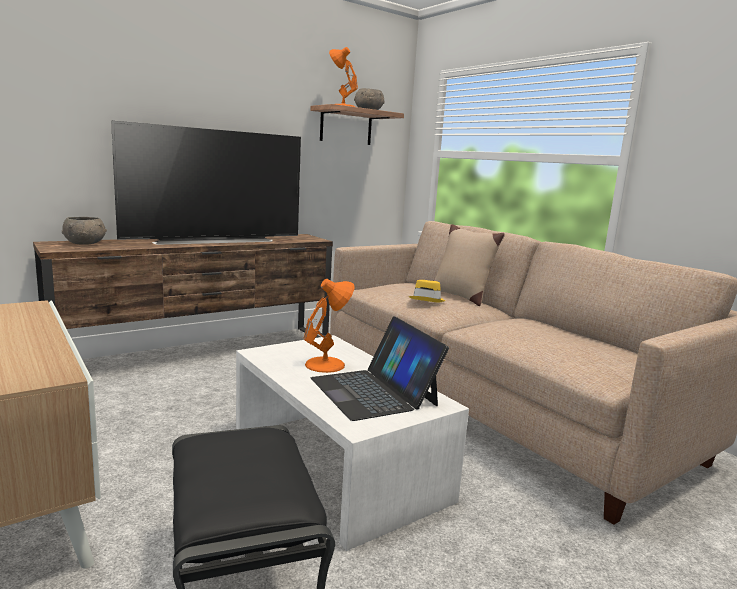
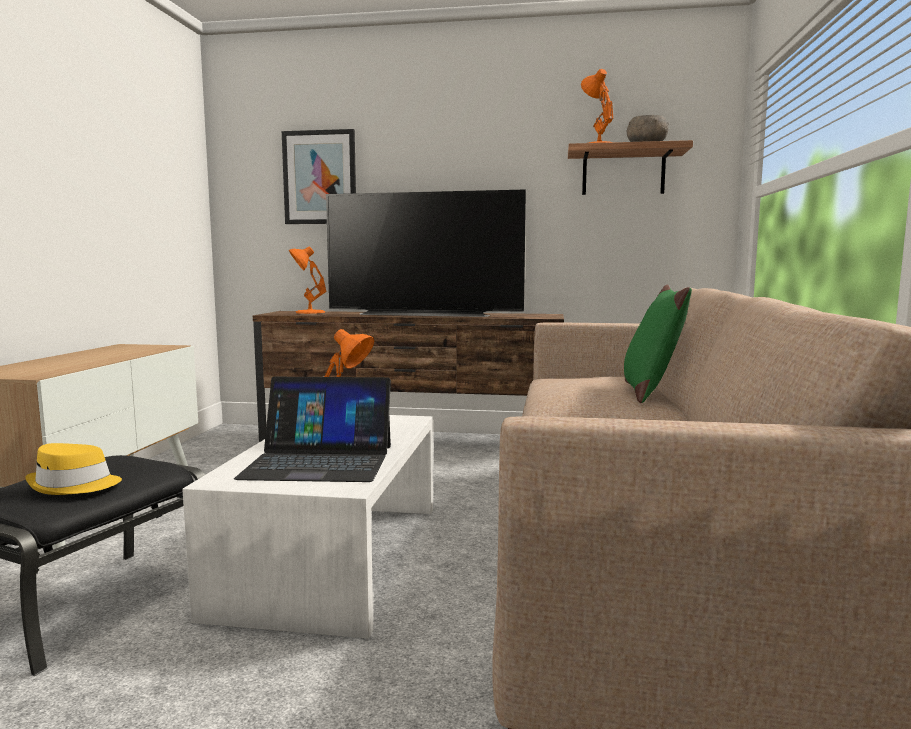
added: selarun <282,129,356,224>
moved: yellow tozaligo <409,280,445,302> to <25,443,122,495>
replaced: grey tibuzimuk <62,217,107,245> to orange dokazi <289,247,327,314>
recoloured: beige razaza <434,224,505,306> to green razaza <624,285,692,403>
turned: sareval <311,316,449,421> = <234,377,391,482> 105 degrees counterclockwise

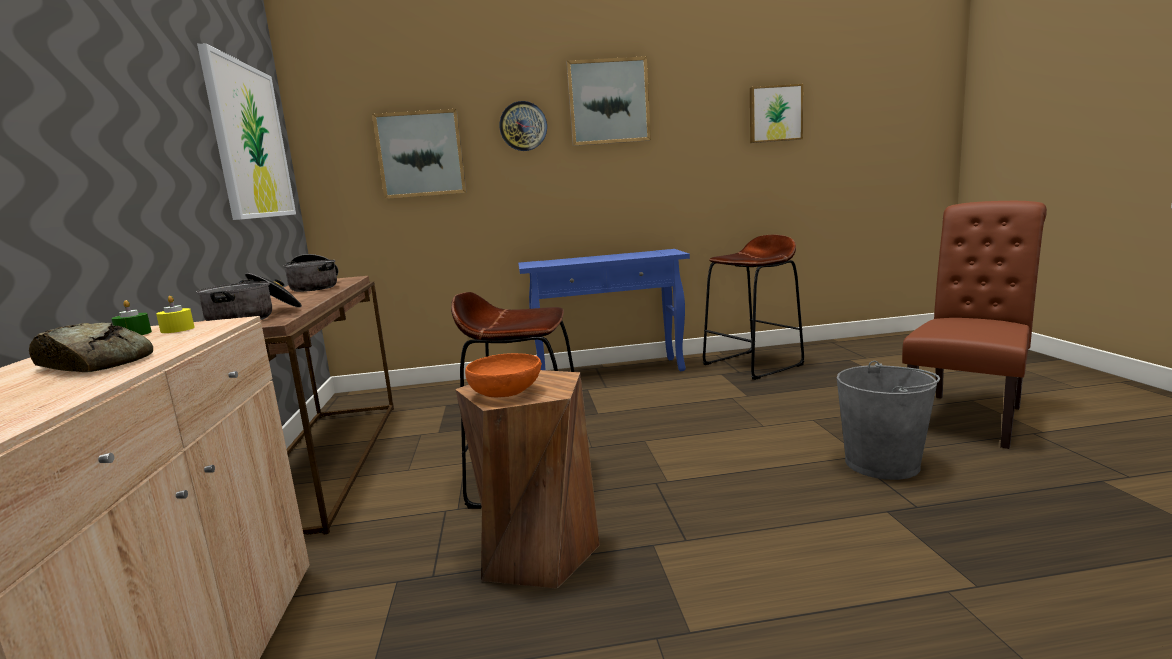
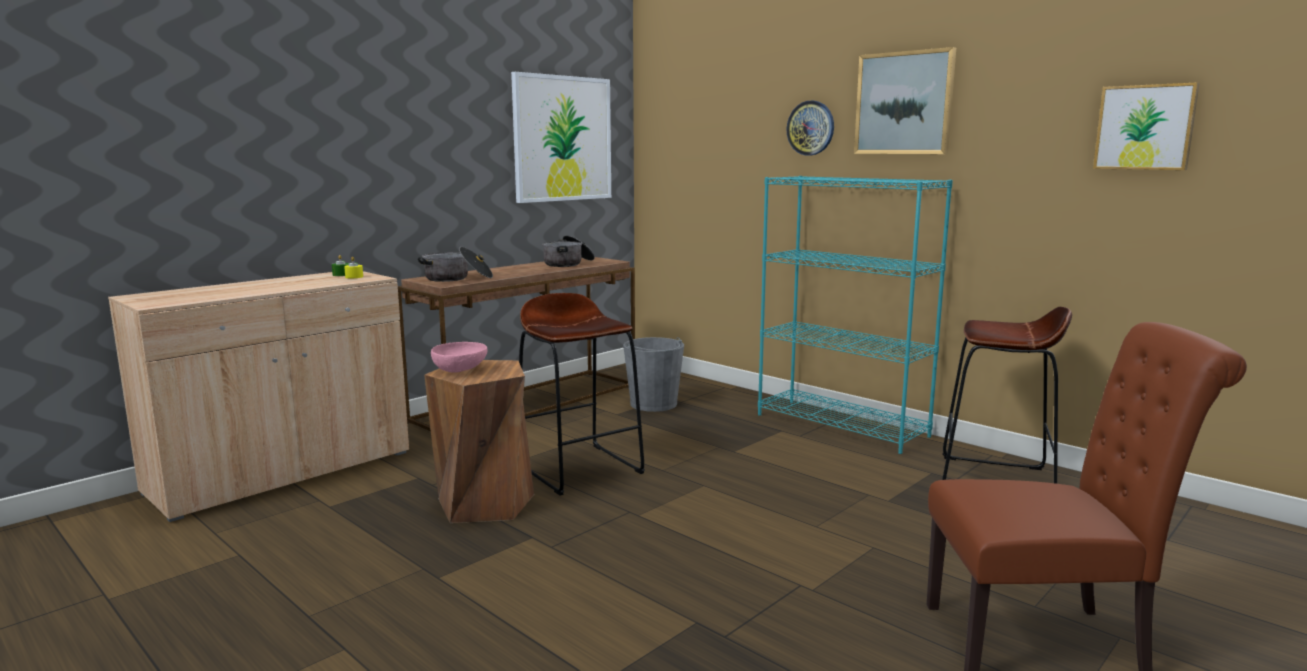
removed: selarun <372,109,467,199>; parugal <29,323,153,372>
moved: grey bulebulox <837,361,940,480> to <623,337,684,412>
replaced: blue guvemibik <518,249,690,371> to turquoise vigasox <758,176,953,454>
recoloured: orange tibuzimuk <465,353,542,397> to pink tibuzimuk <431,342,488,373>

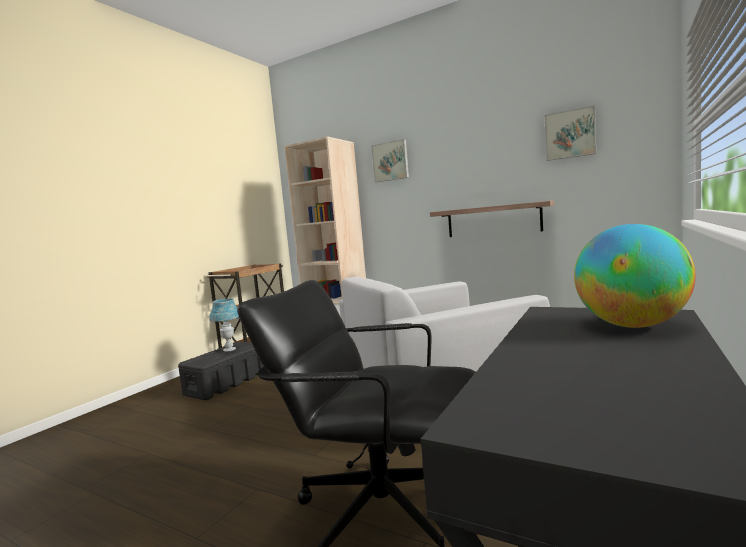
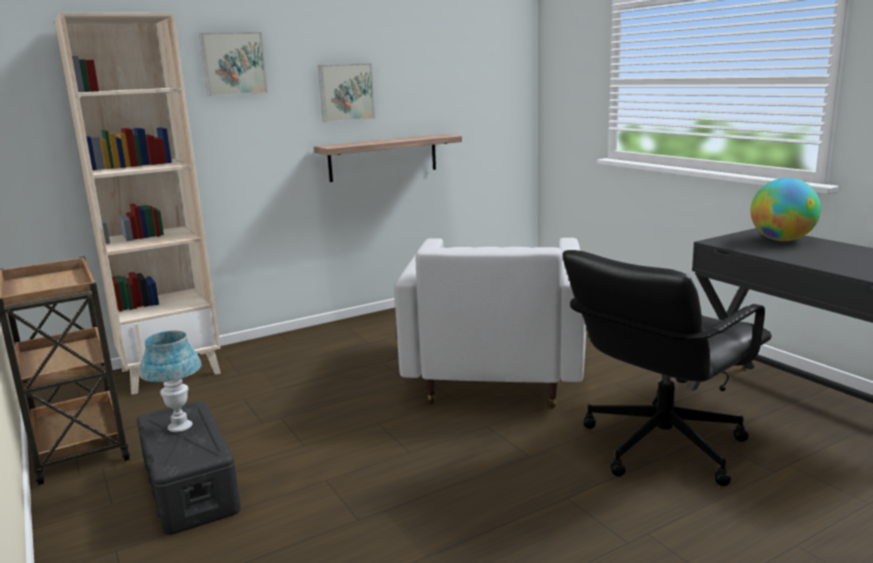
moved: selarun <545,105,596,161> to <318,63,375,122>

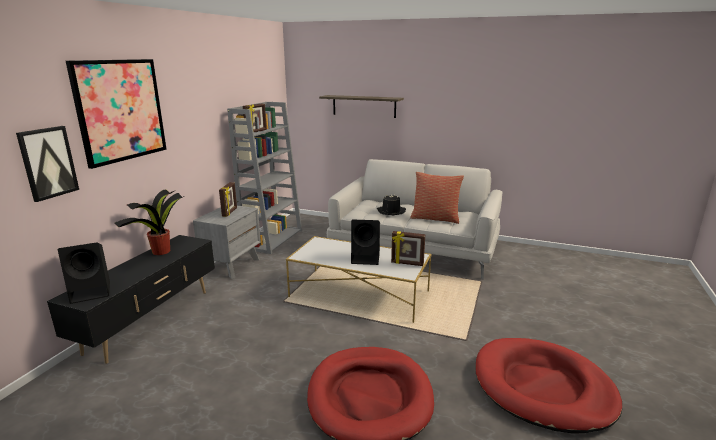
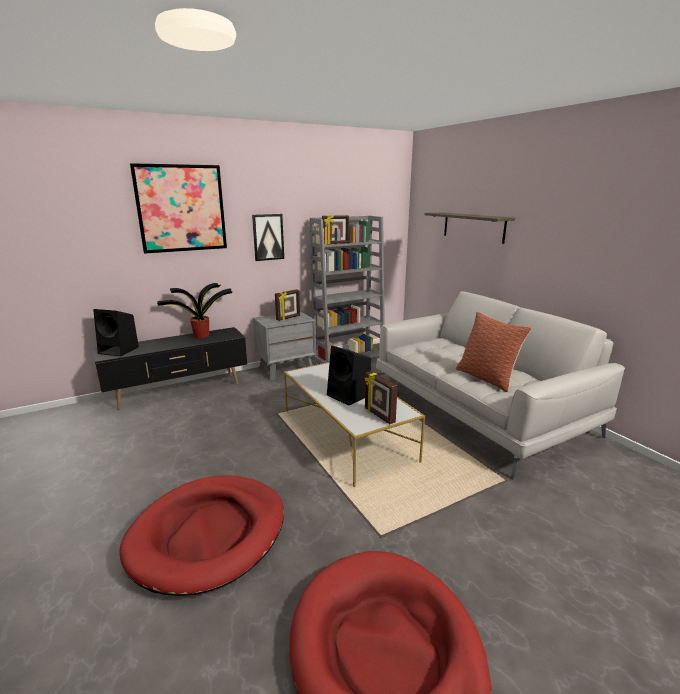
removed: black tozaligo <377,194,406,215>
moved: selarun <16,126,79,202> to <252,214,284,261>

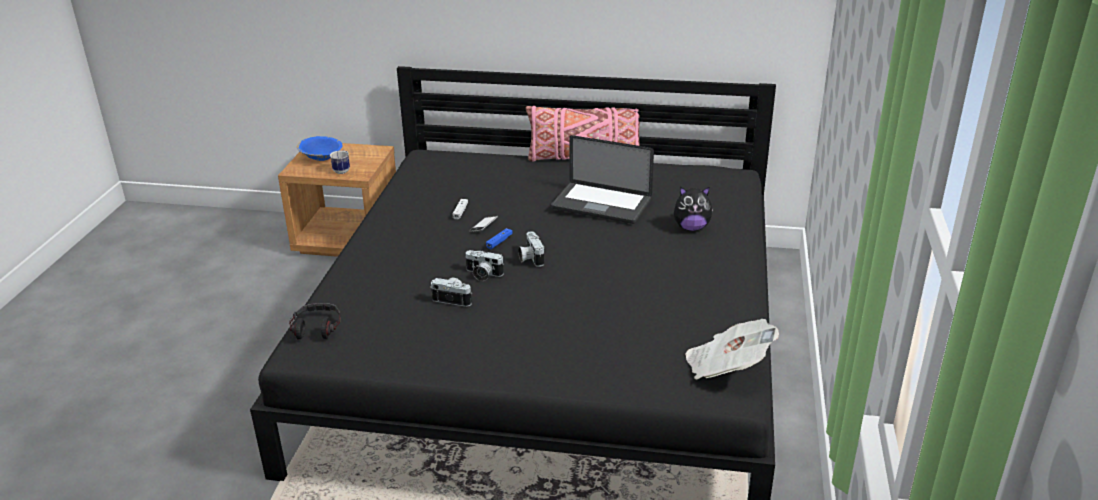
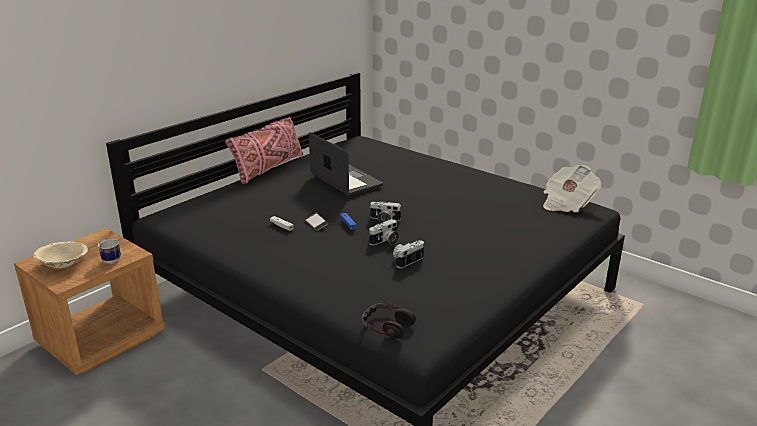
removed: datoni <674,187,714,231>
recoloured: blue tibuzimuk <297,136,343,161> to beige tibuzimuk <33,241,88,269>
turned: sareval <551,135,654,224> = <309,132,383,196> 90 degrees counterclockwise

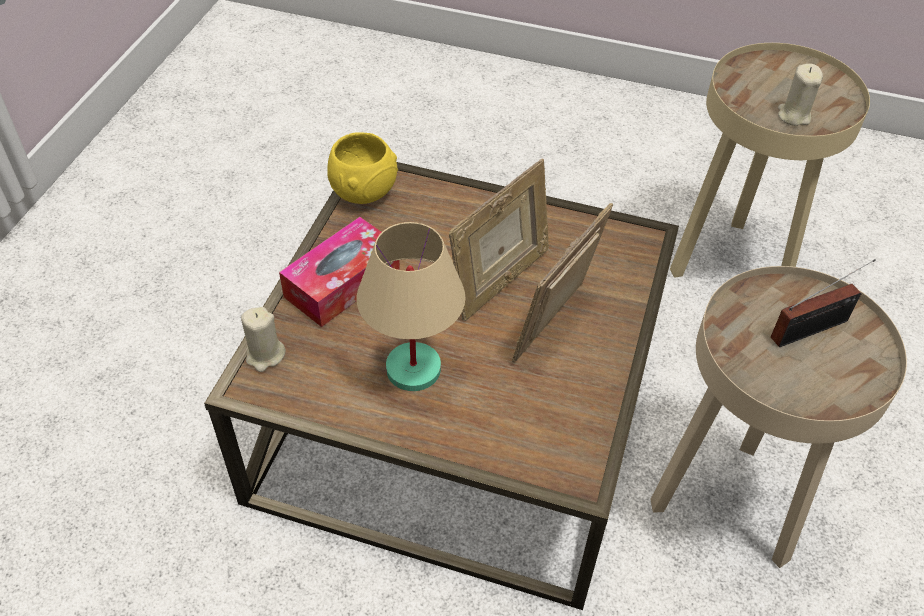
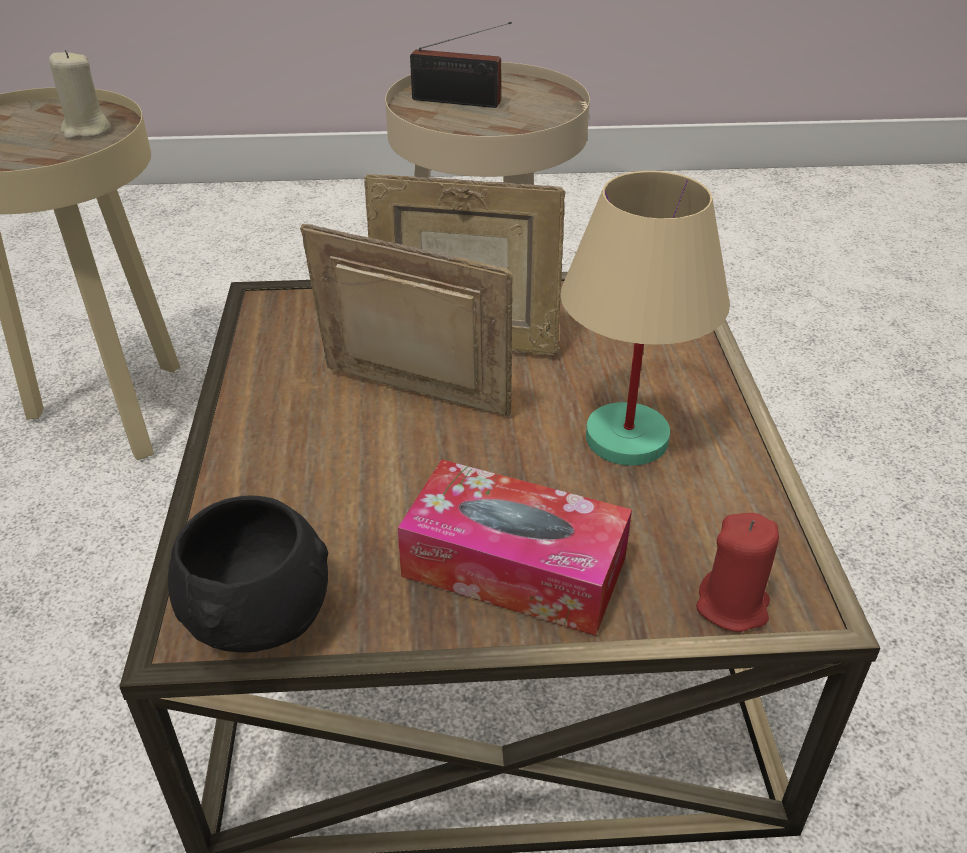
recoloured: yellow tibuzimuk <327,132,398,204> to black tibuzimuk <168,495,328,652>; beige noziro <241,307,286,372> to red noziro <696,513,779,632>
turned: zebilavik <771,259,876,347> = <410,22,512,108> 150 degrees clockwise

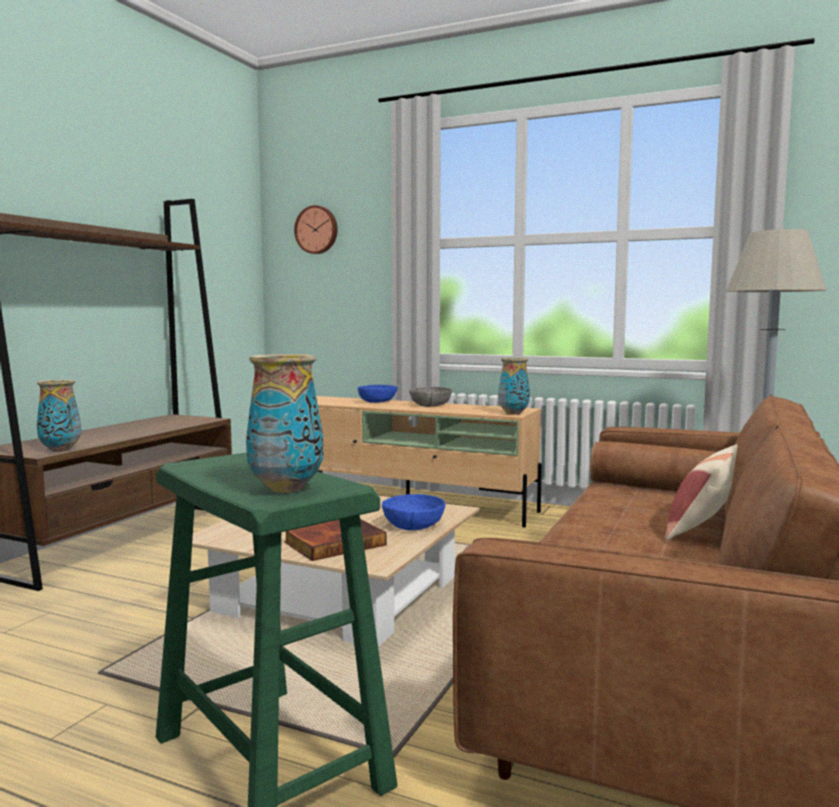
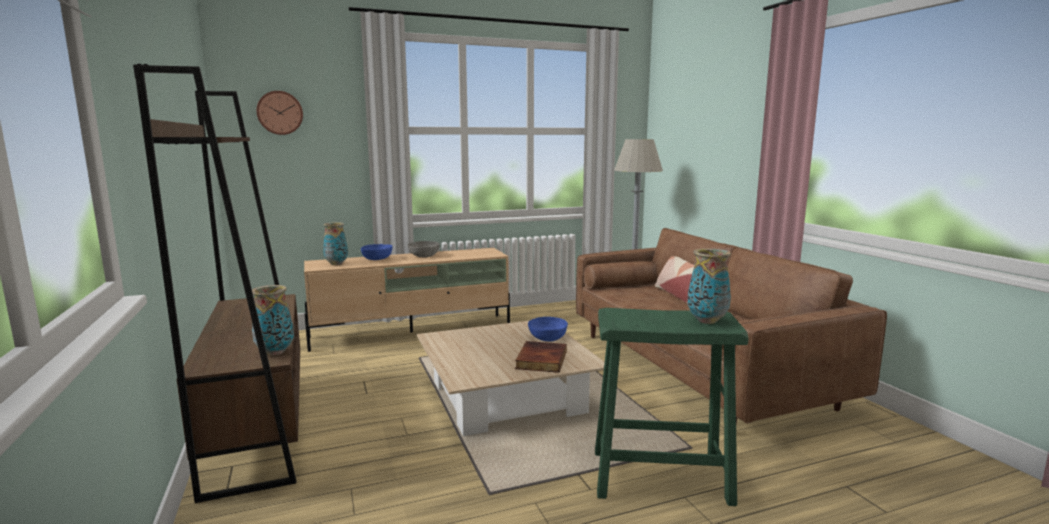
moved: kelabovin <498,358,530,415> to <323,222,348,265>

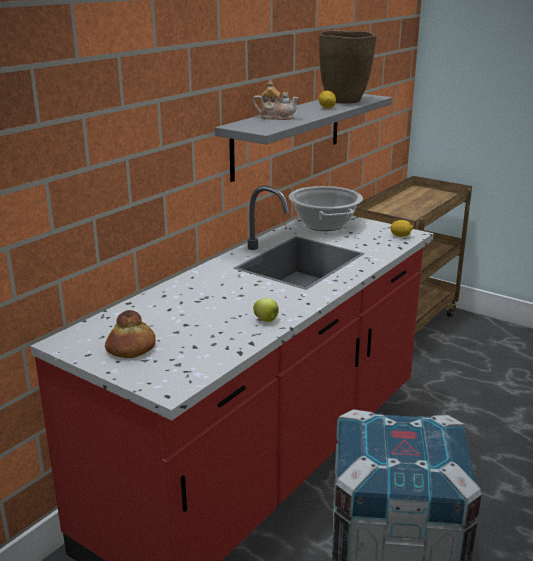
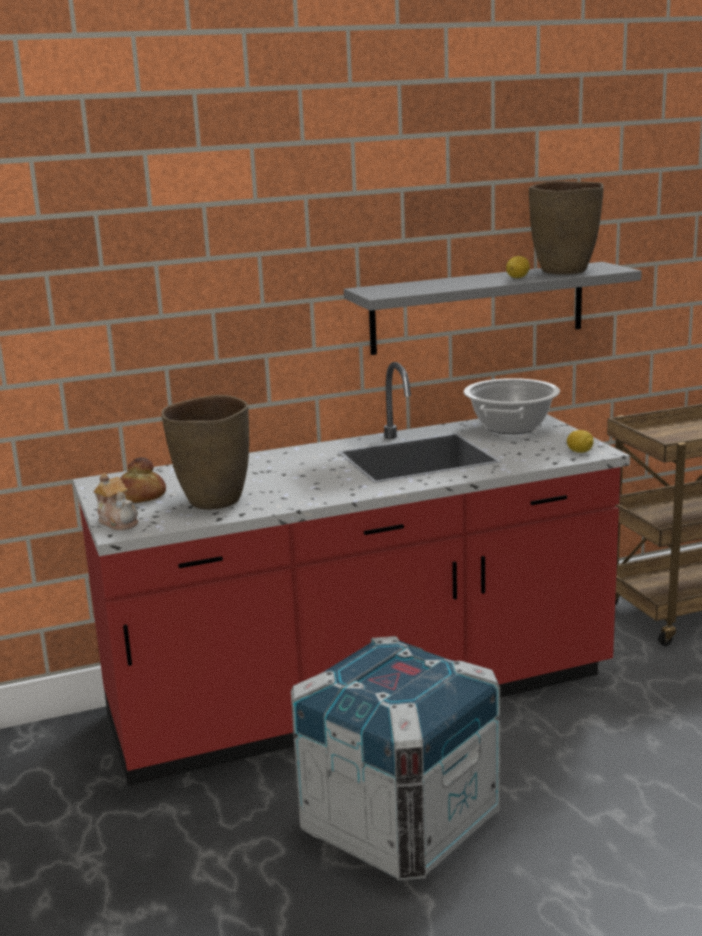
removed: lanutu <253,298,279,322>
added: brown kelabovin <161,395,249,510>
moved: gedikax <253,81,299,120> to <93,473,138,531>

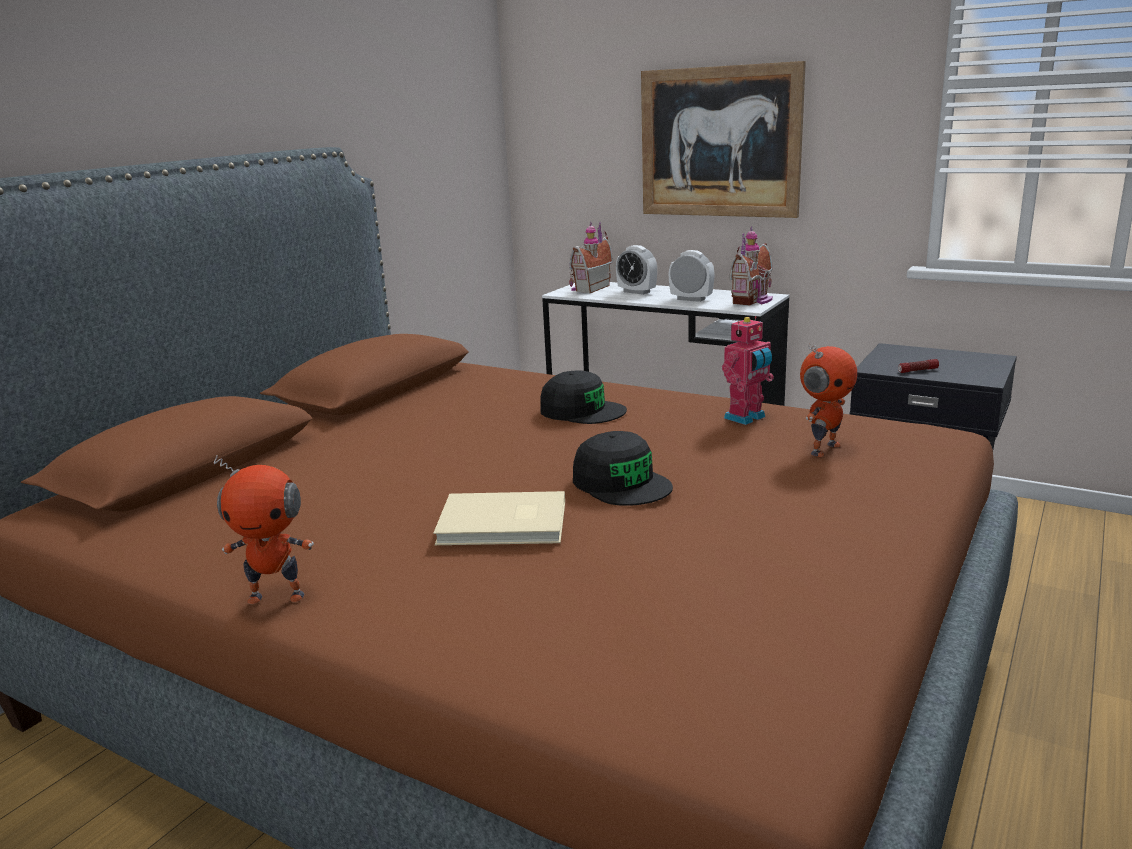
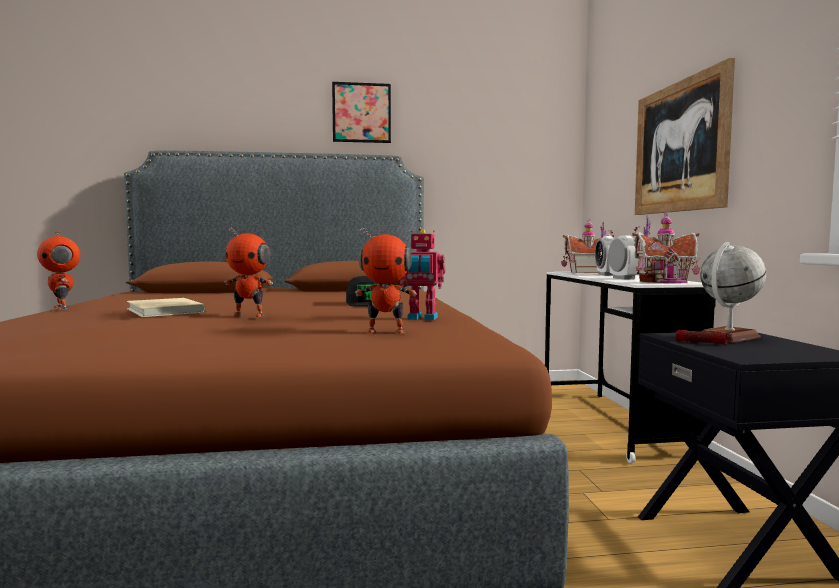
added: selarun <332,82,391,143>; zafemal <700,242,766,343>
replaced: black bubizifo <573,431,673,506> to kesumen <224,228,273,317>

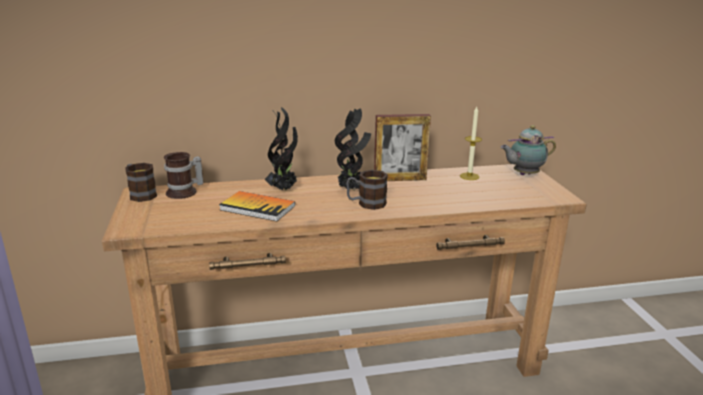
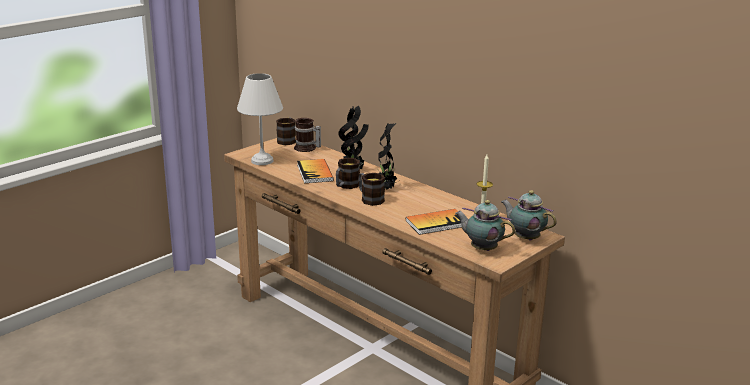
removed: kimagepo <374,114,431,181>
added: white dokazi <237,73,283,165>; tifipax <336,158,360,189>; gedikax <455,200,515,251>; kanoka <406,209,462,235>

